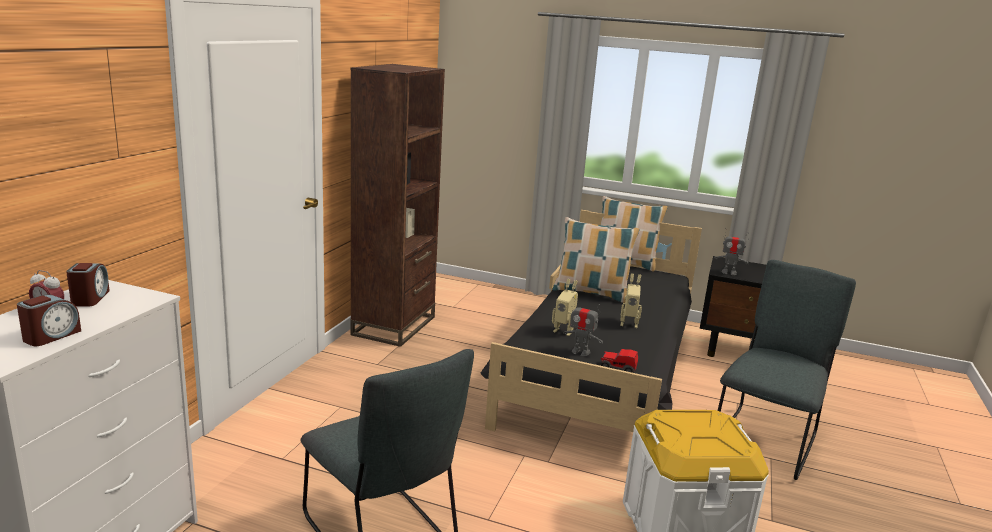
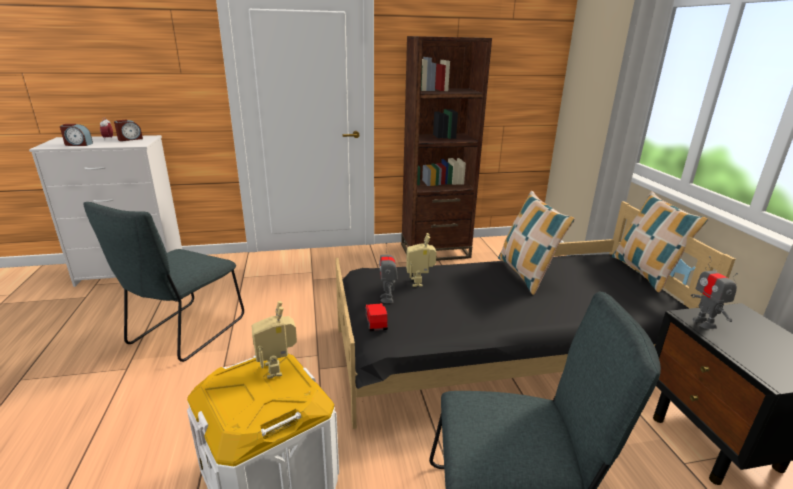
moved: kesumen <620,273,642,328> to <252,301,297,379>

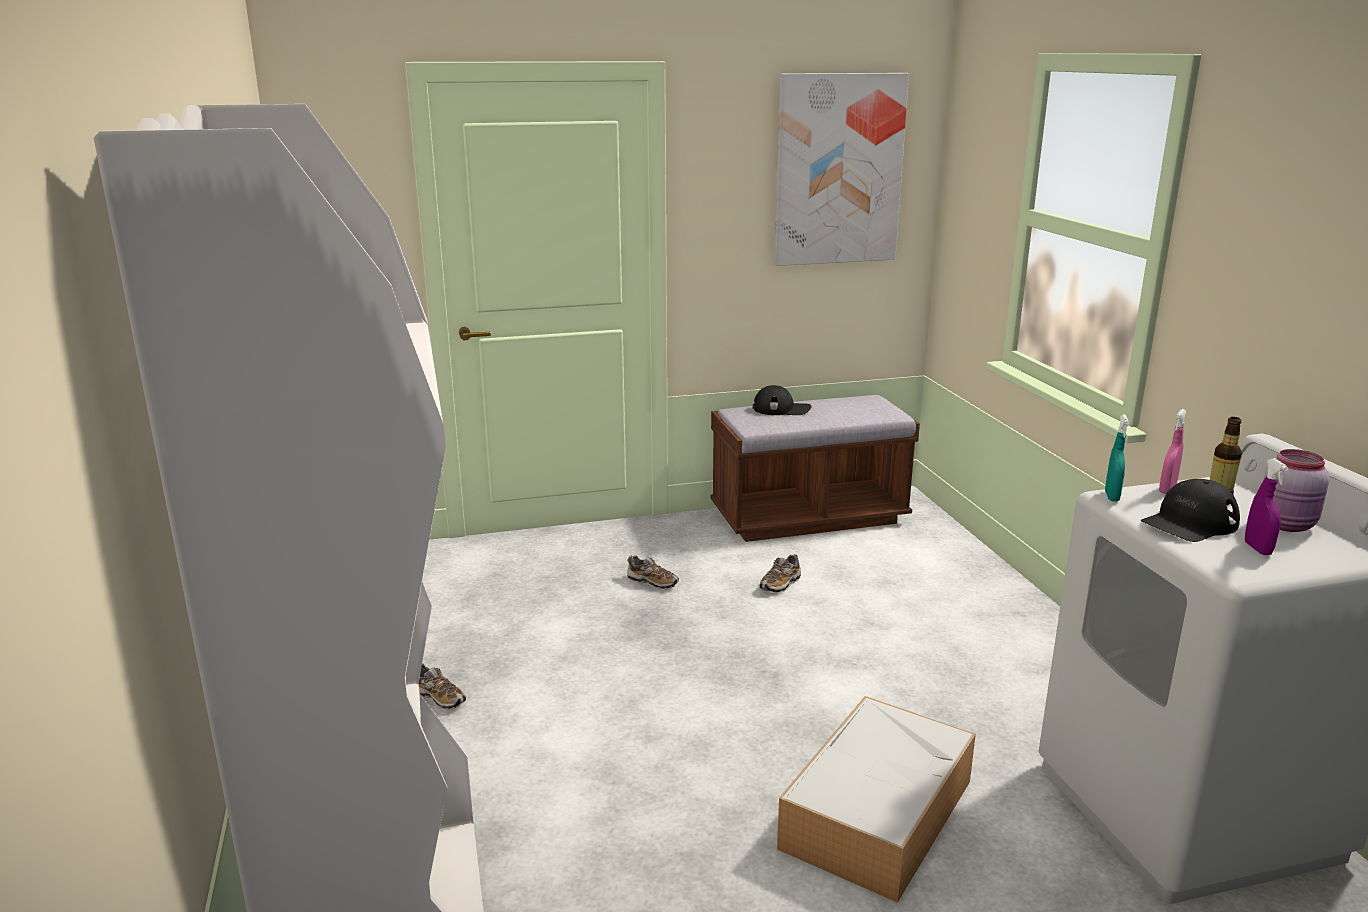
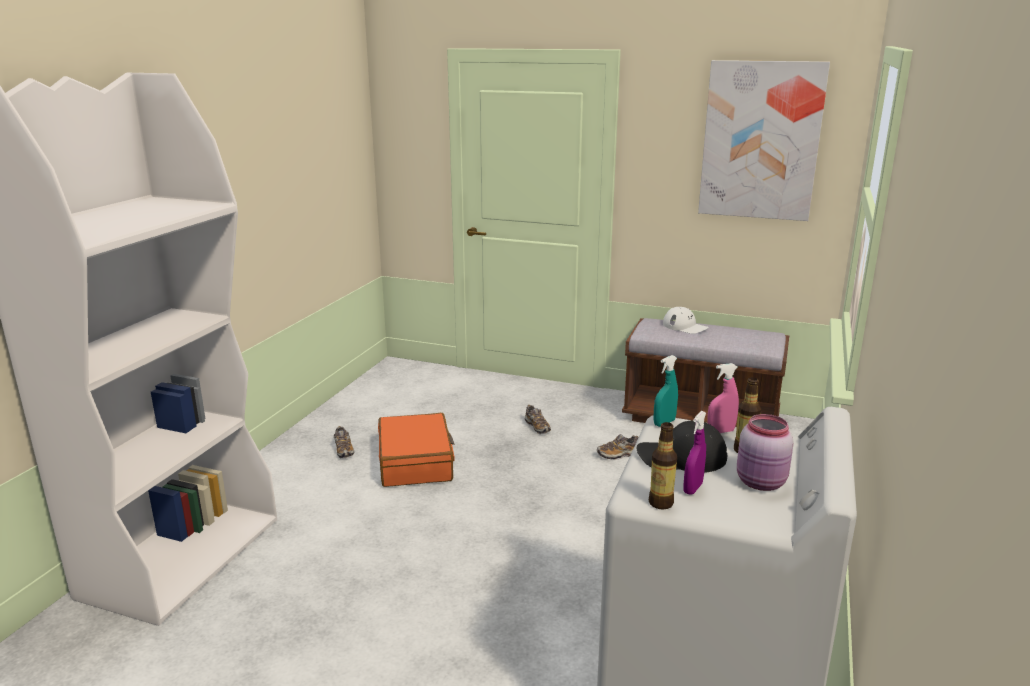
removed: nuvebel <777,696,976,903>
added: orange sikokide <378,413,455,487>; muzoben <649,422,677,510>
recoloured: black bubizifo <753,385,812,415> to white bubizifo <663,307,709,334>

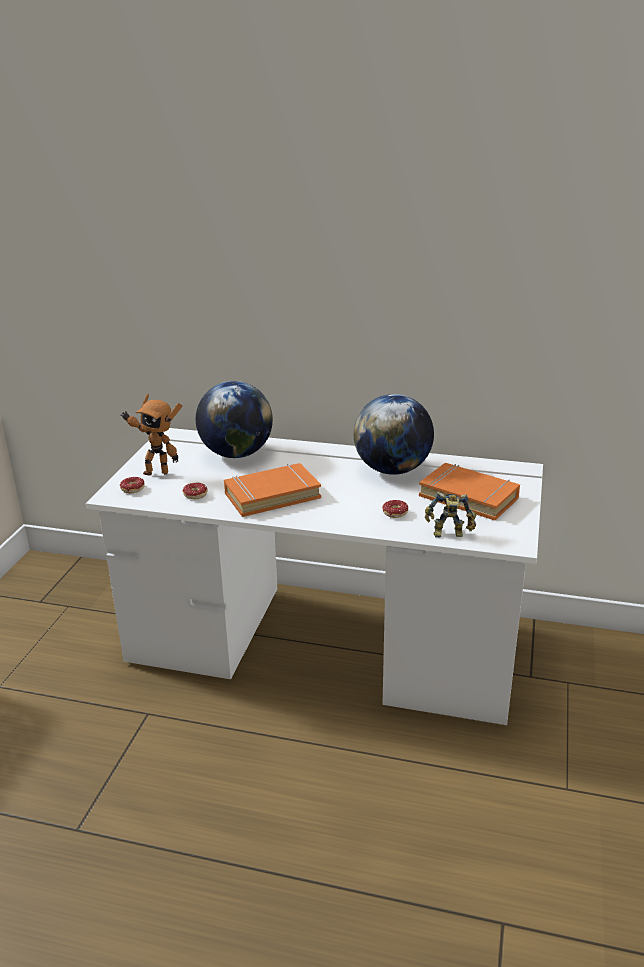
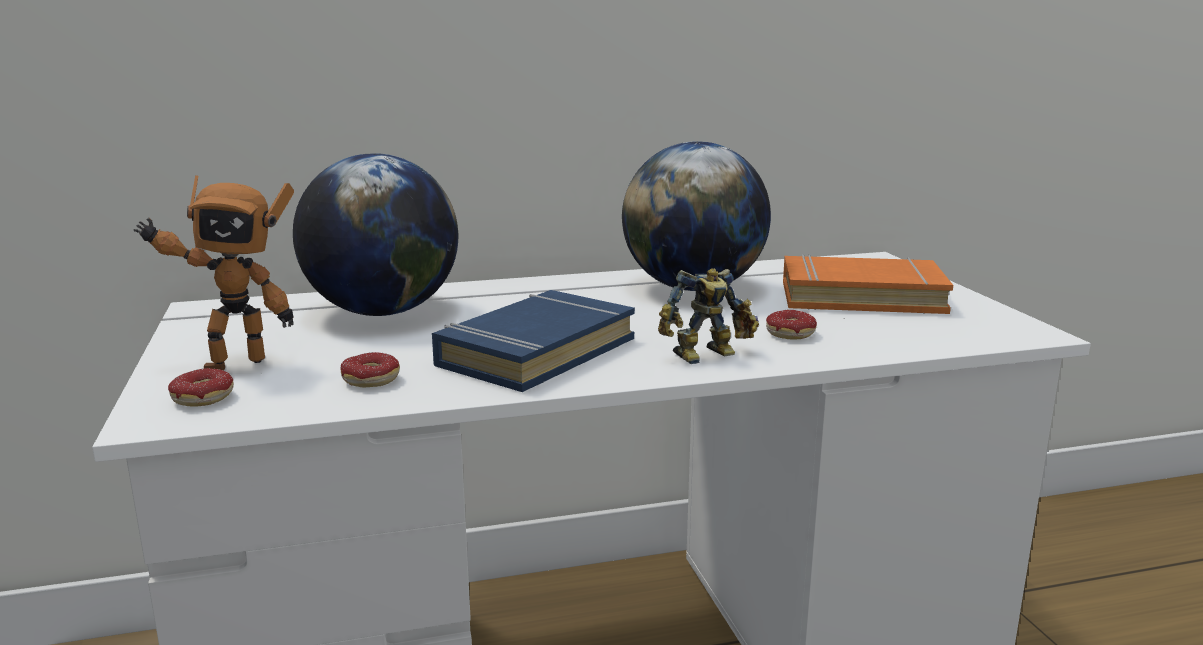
moved: kesumen <425,492,476,538> to <658,268,759,364>
recoloured: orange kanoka <224,463,321,517> to blue kanoka <432,290,635,392>

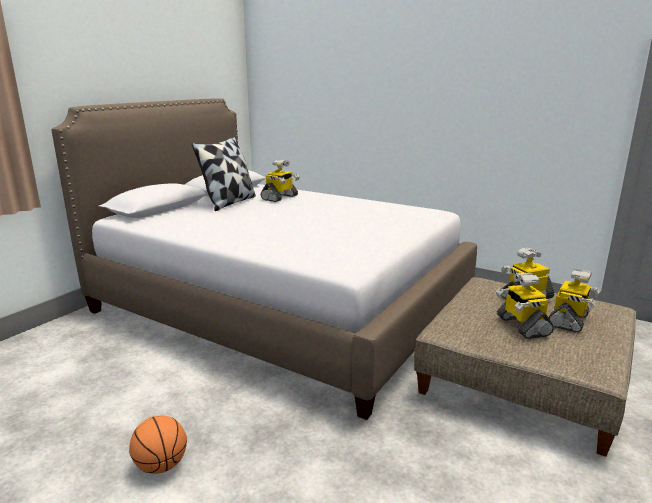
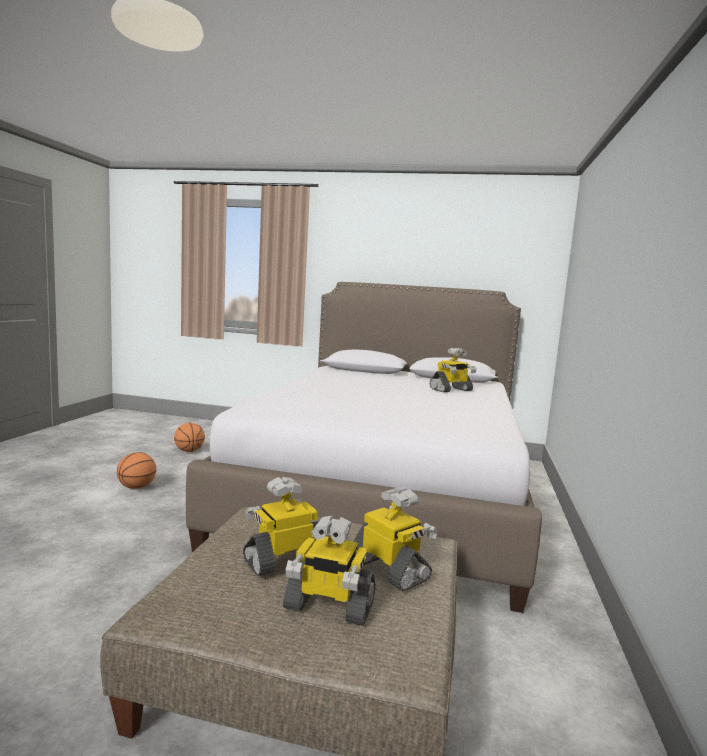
removed: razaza <192,137,256,211>
added: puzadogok <174,422,205,452>
turned: kesumen <261,160,300,202> = <430,348,476,392> 45 degrees counterclockwise

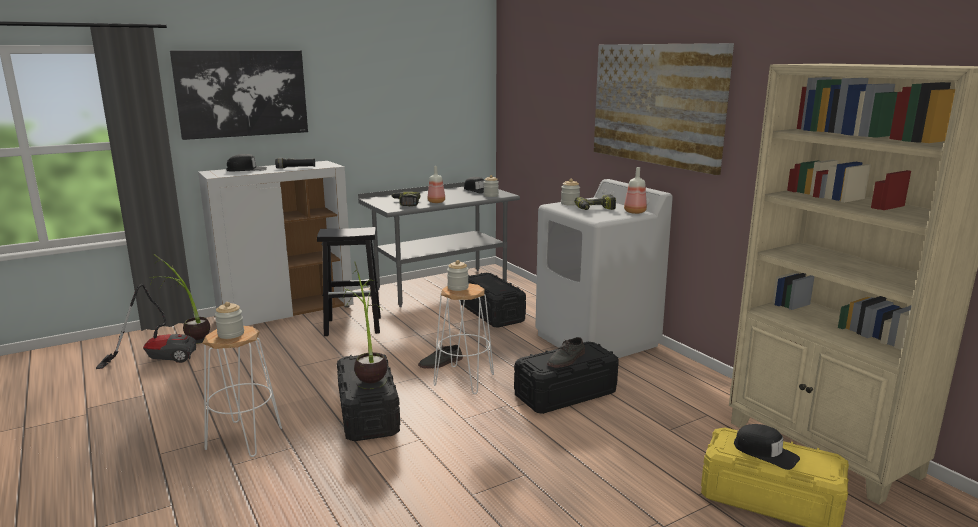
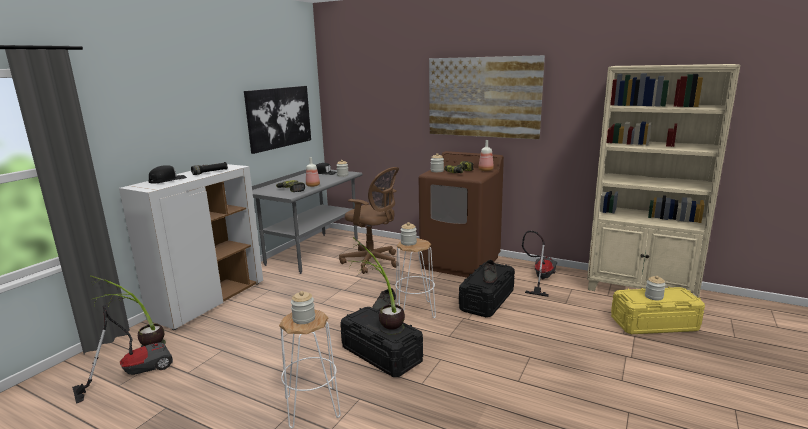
removed: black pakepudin <317,227,381,336>
added: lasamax <522,231,557,297>
moved: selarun <170,50,308,140> to <244,86,311,154>
replaced: black nuvebel <460,273,526,328> to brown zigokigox <339,167,399,274>; black bubizifo <734,424,800,470> to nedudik <645,276,666,301>
recoloured: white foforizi <535,179,673,358> to brown foforizi <419,151,504,278>

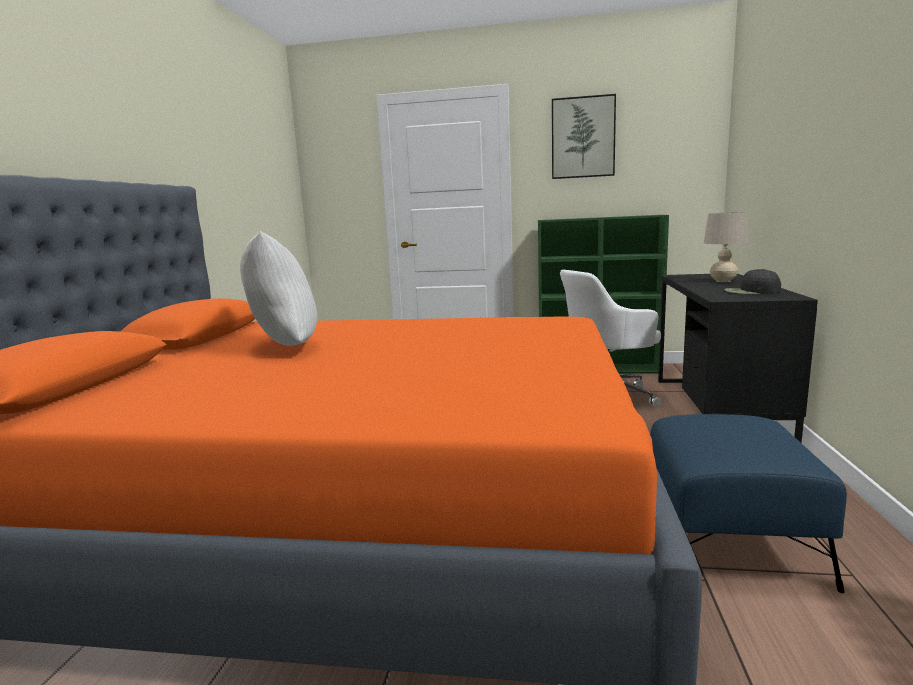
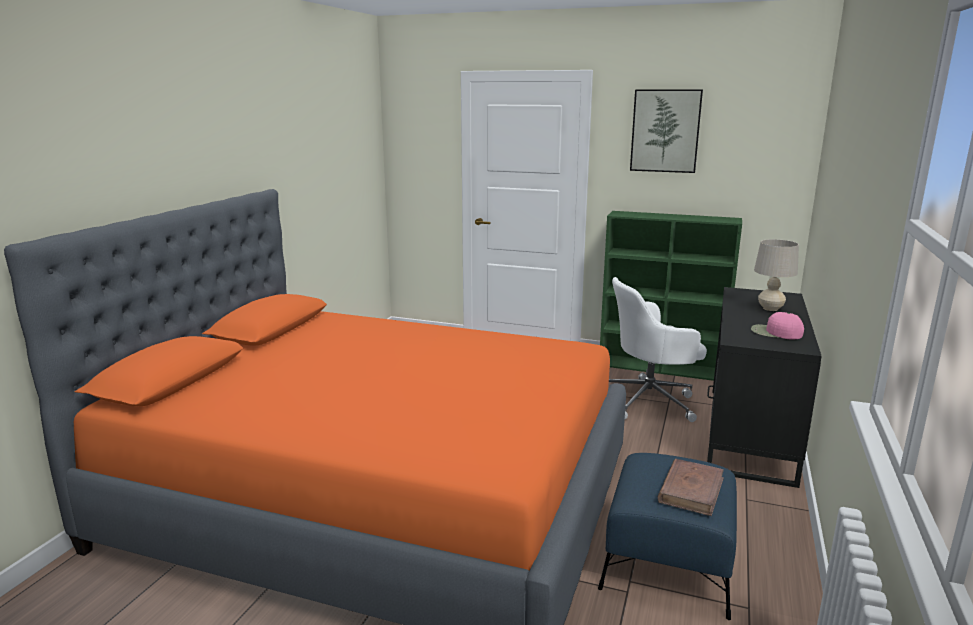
removed: white razaza <240,231,317,346>
added: brown kanoka <658,459,724,516>
recoloured: black bubizifo <724,269,781,294> to pink bubizifo <751,312,804,340>

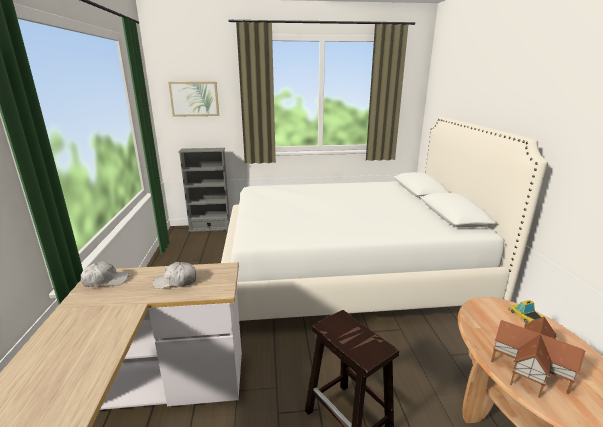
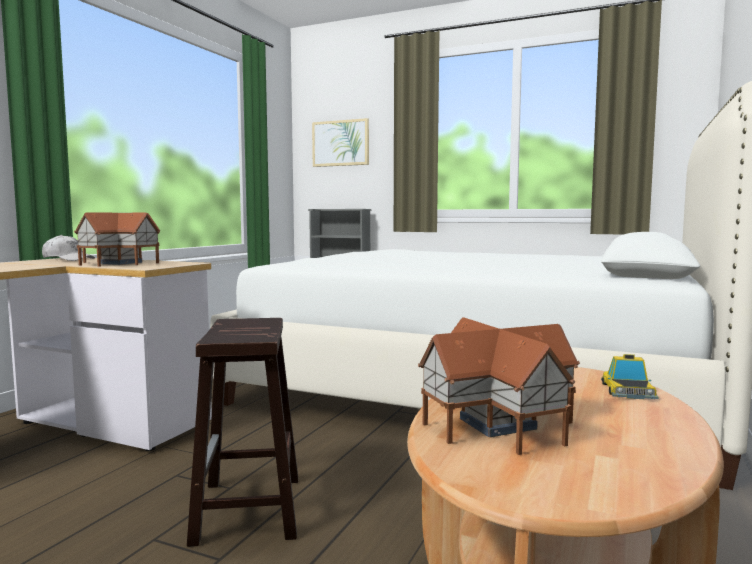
replaced: white bubizifo <153,262,196,289> to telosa <74,212,161,267>

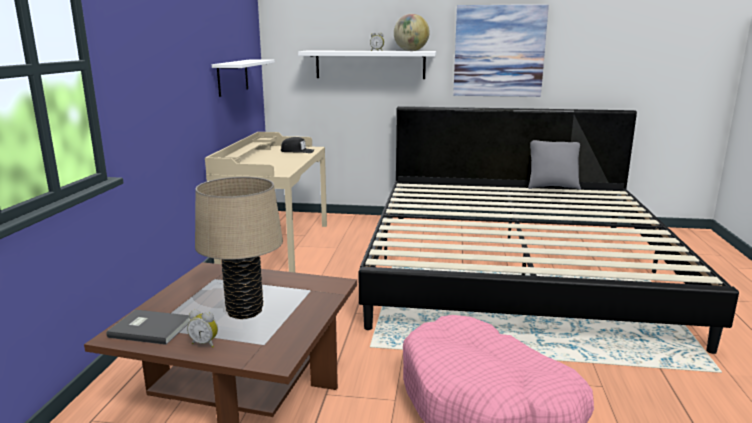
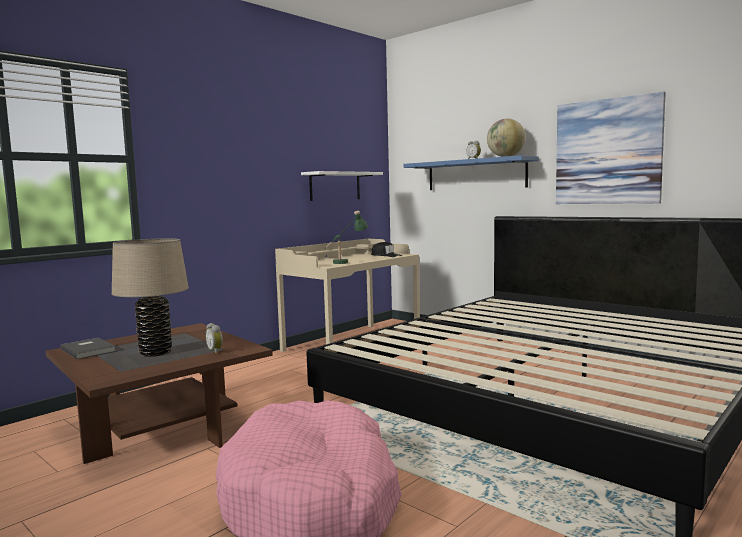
removed: grey razaza <528,140,581,190>
added: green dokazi <325,211,368,264>
moved: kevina <187,310,218,348> to <205,323,223,354>
recoloured: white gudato <298,51,436,79> to blue gudato <403,155,539,190>

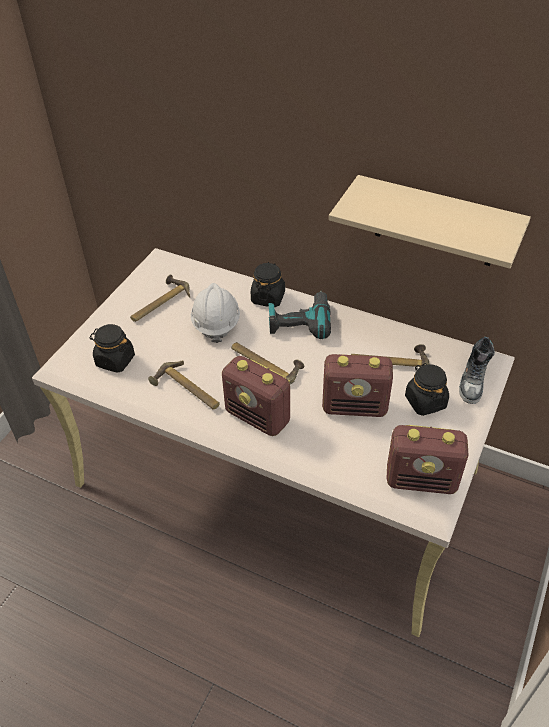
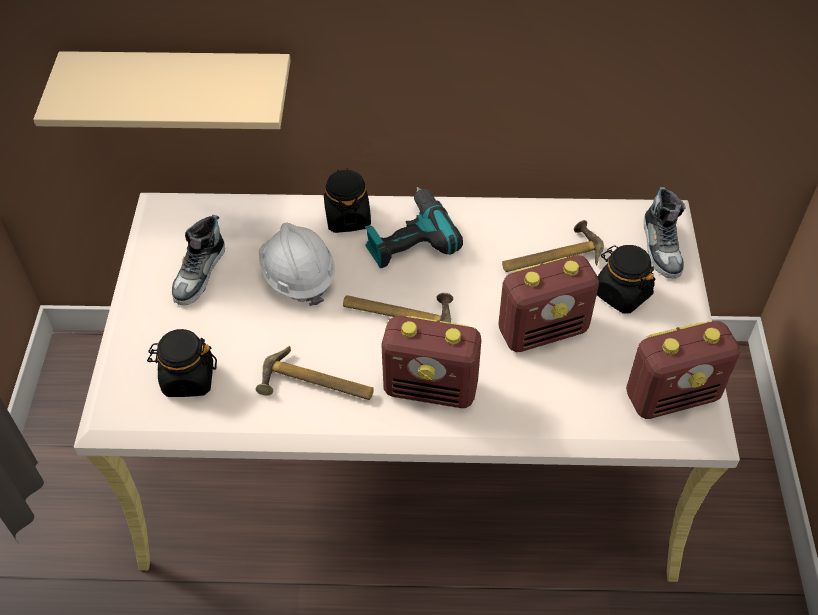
moved: beige gudato <329,175,531,269> to <33,51,291,129>
replaced: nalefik <130,274,190,322> to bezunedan <172,215,225,305>

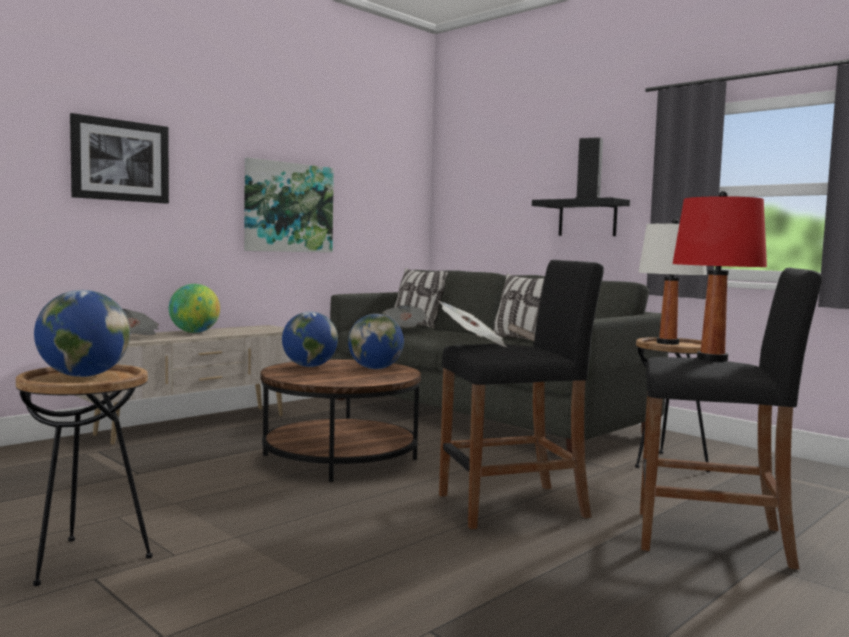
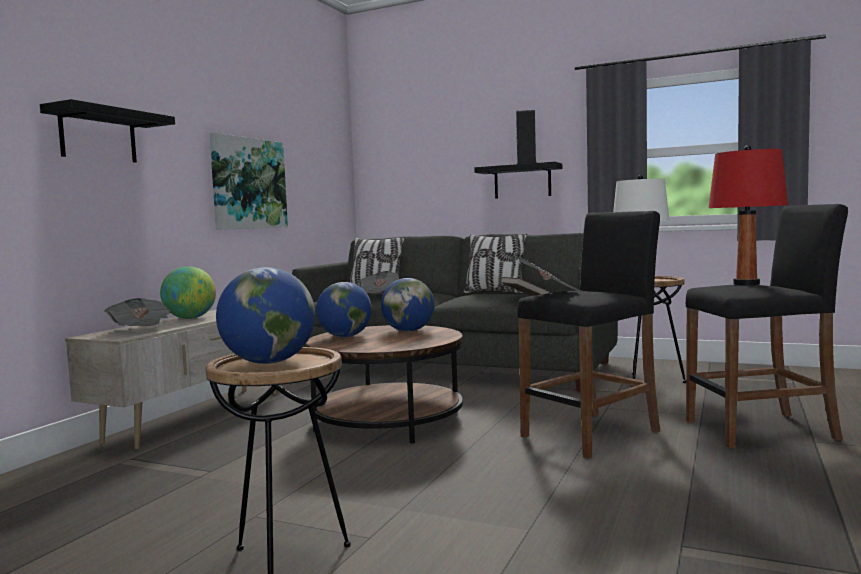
replaced: selarun <70,113,169,204> to black gudato <40,99,175,163>

